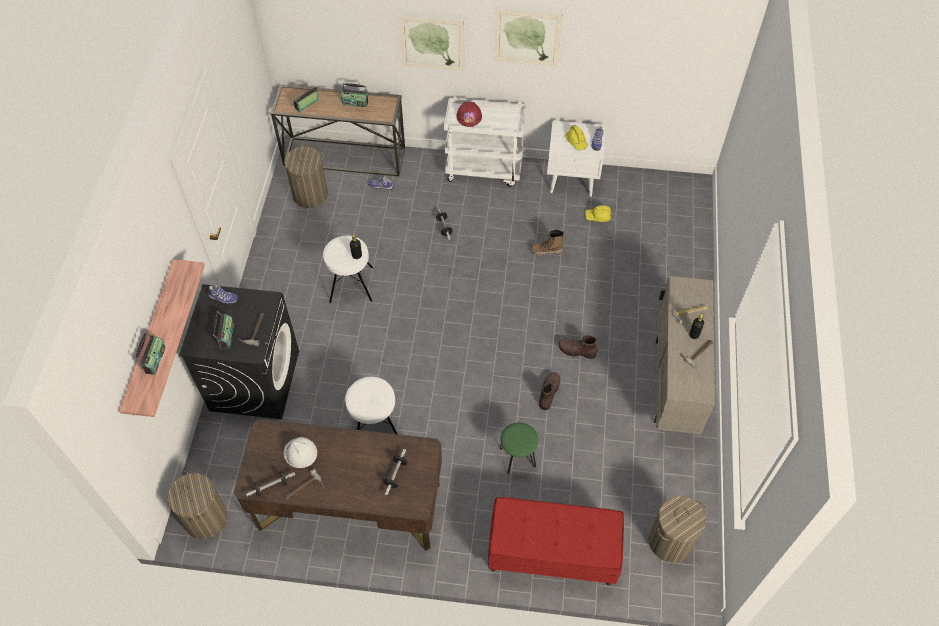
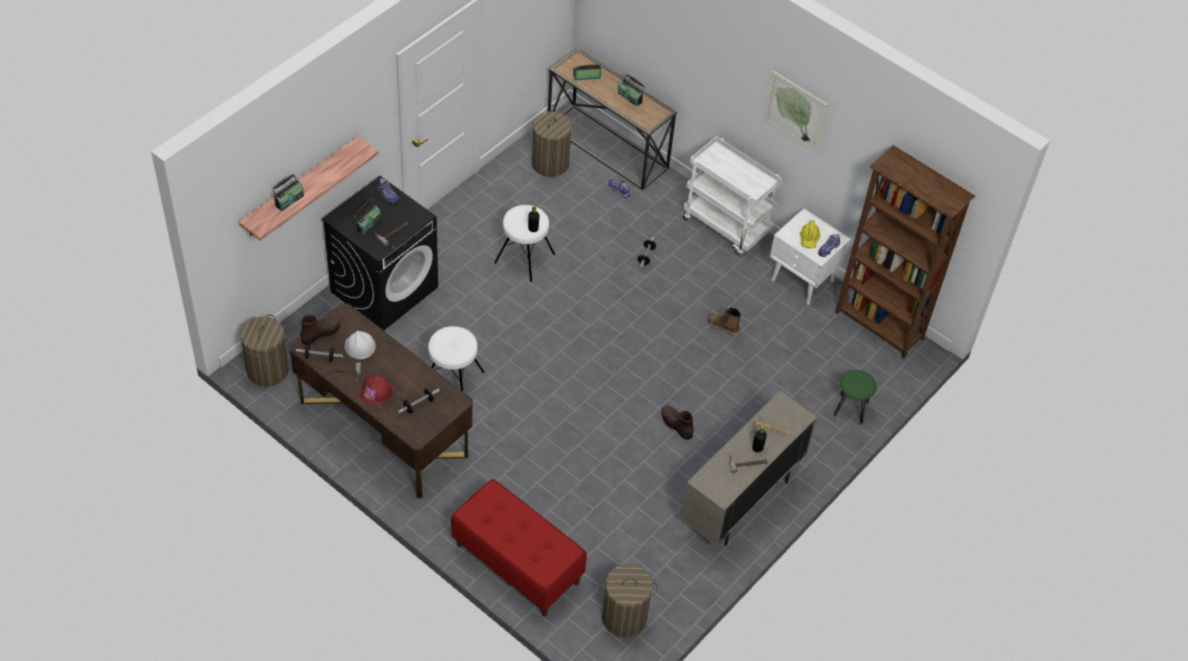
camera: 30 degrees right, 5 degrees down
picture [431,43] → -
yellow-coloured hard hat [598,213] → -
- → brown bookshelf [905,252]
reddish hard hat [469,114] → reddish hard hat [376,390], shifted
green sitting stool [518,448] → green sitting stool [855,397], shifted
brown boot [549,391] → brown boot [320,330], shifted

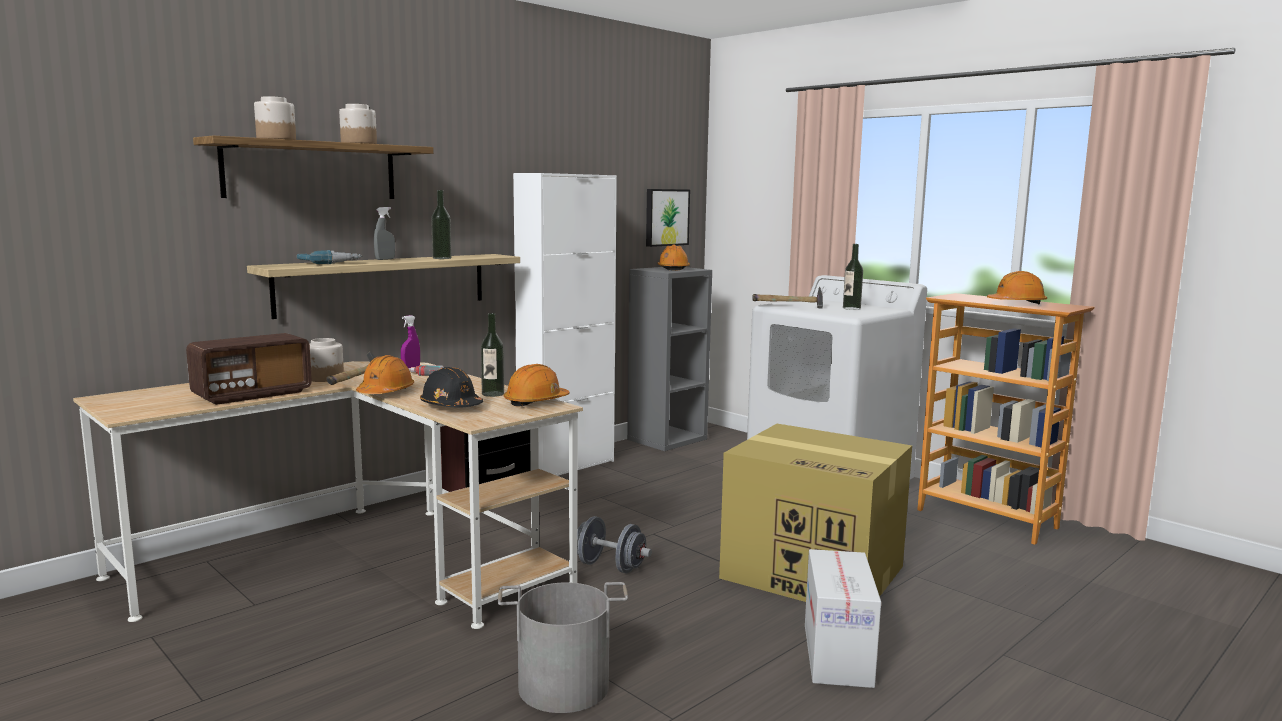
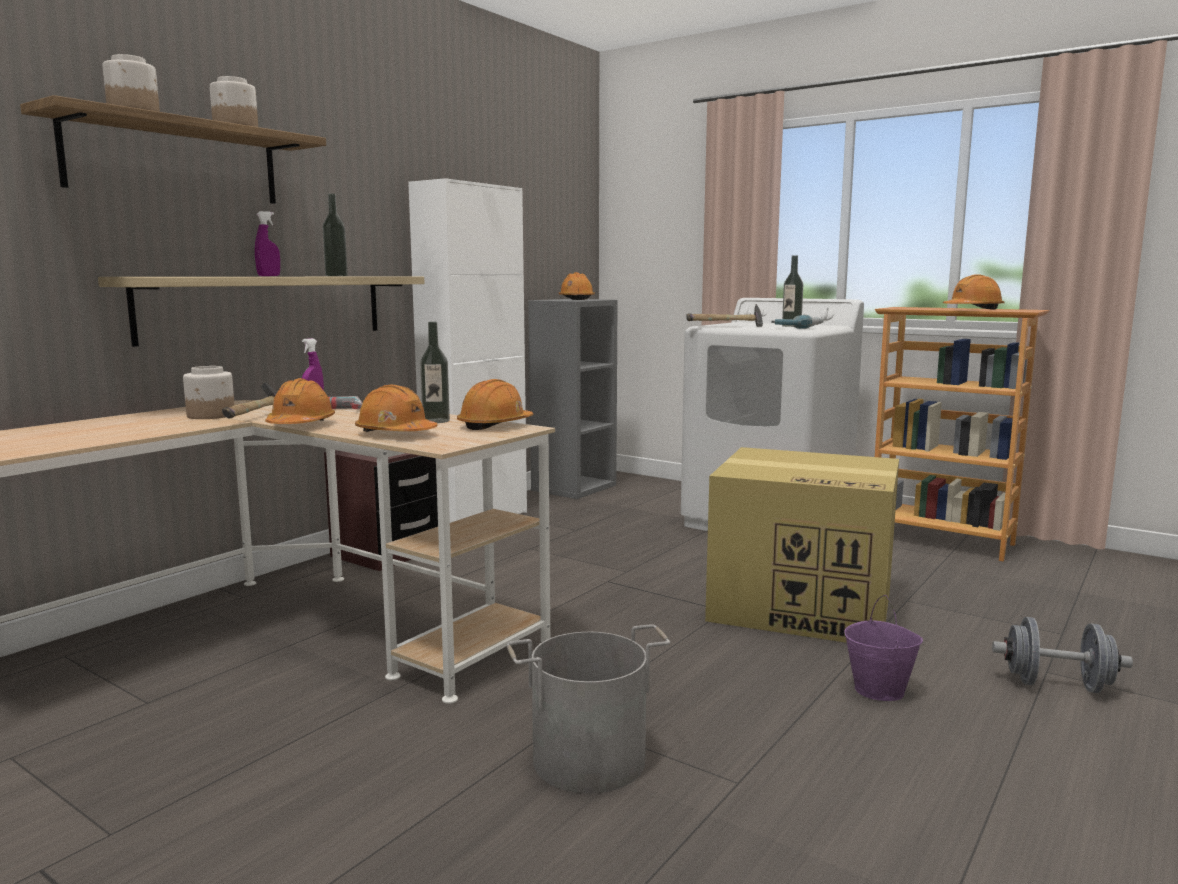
camera: 10 degrees left, 0 degrees up
radio receiver [249,369] → -
picture [668,218] → -
power drill [329,257] → power drill [797,322], shifted
greyish dumbbell [614,544] → greyish dumbbell [1062,655], shifted
cardboard box [843,618] → purplish pail [883,648]
greyish spray bottle [384,233] → purplish spray bottle [267,243]
blackish hard hat [451,387] → orangey hard hat [396,408]

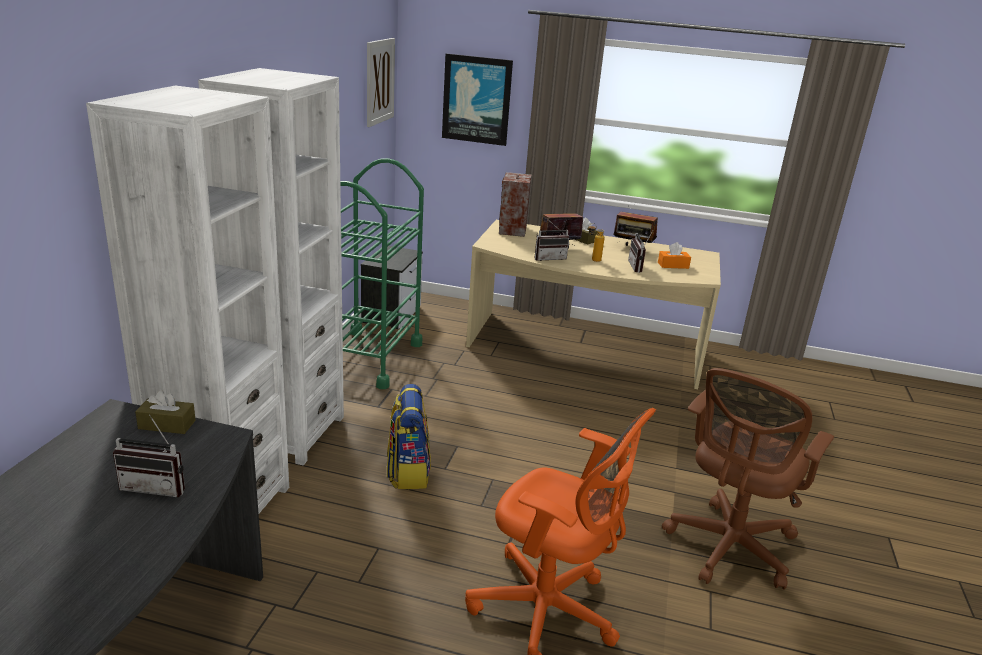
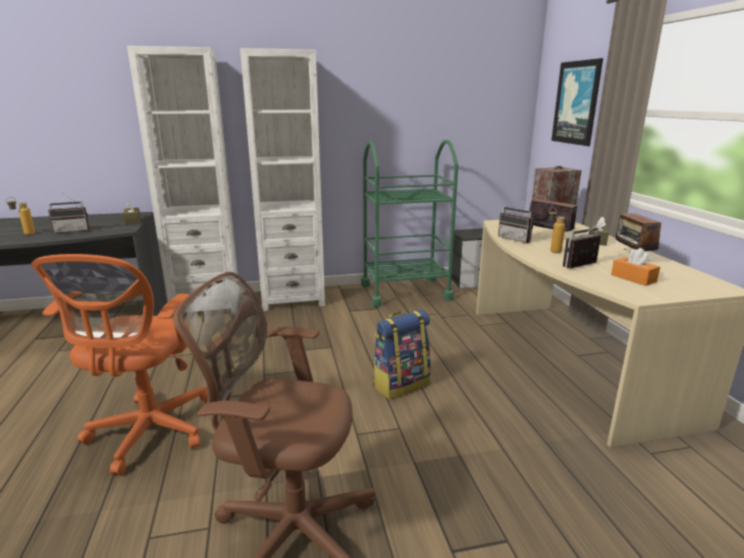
camera: 65 degrees right, 5 degrees down
picture [381,82] → -
- → drink bottle [20,216]
backpack [409,436] → backpack [402,355], shifted
radio receiver [149,456] → radio receiver [69,213], 90 degrees counterclockwise

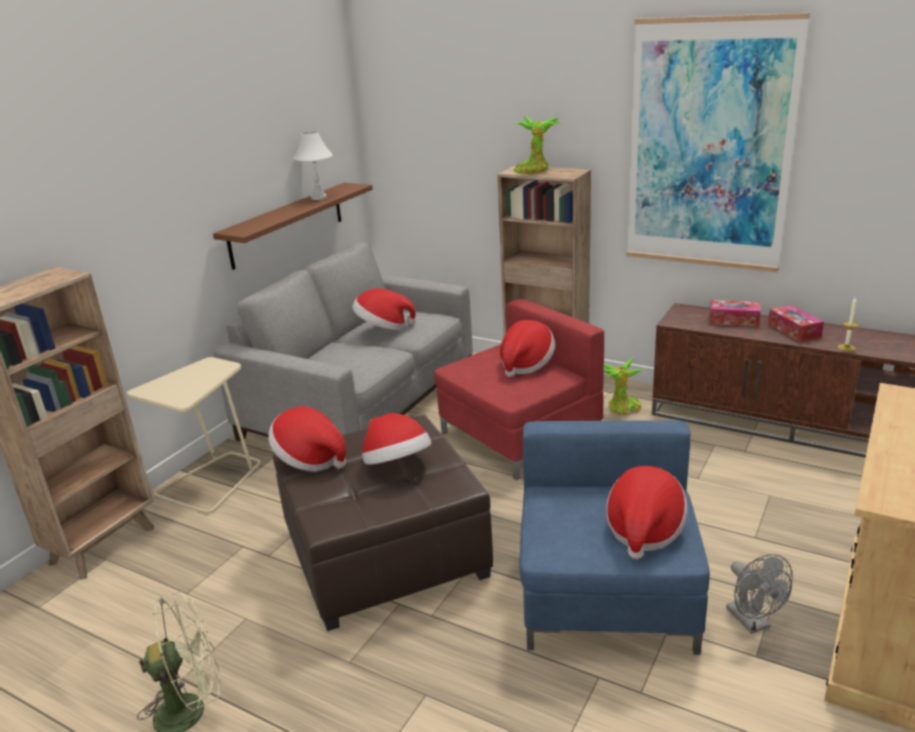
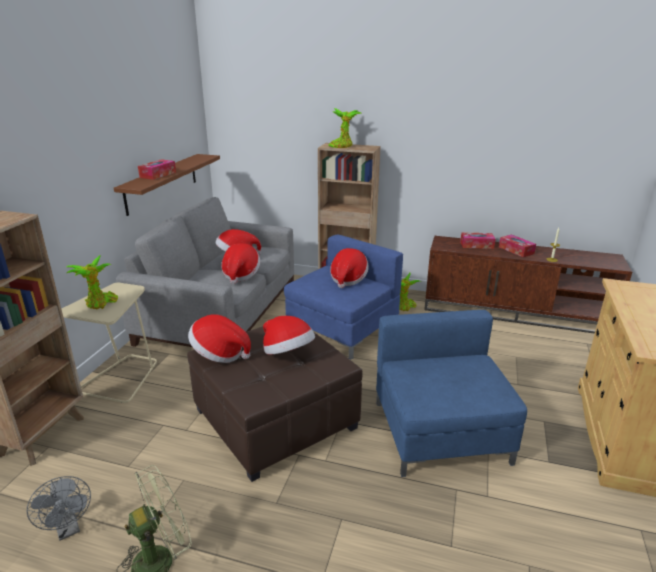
camera: 15 degrees left, 0 degrees up
white-coloured table lamp [313,165] → -
picture [718,142] → -
- → plant in a pot [92,282]
- → tissue holder [157,169]
clothing hat [647,512] → clothing hat [240,263], shifted
greyish fan [759,594] → greyish fan [59,508], shifted
reddish lounge chair [519,389] → bluish lounge chair [343,297]

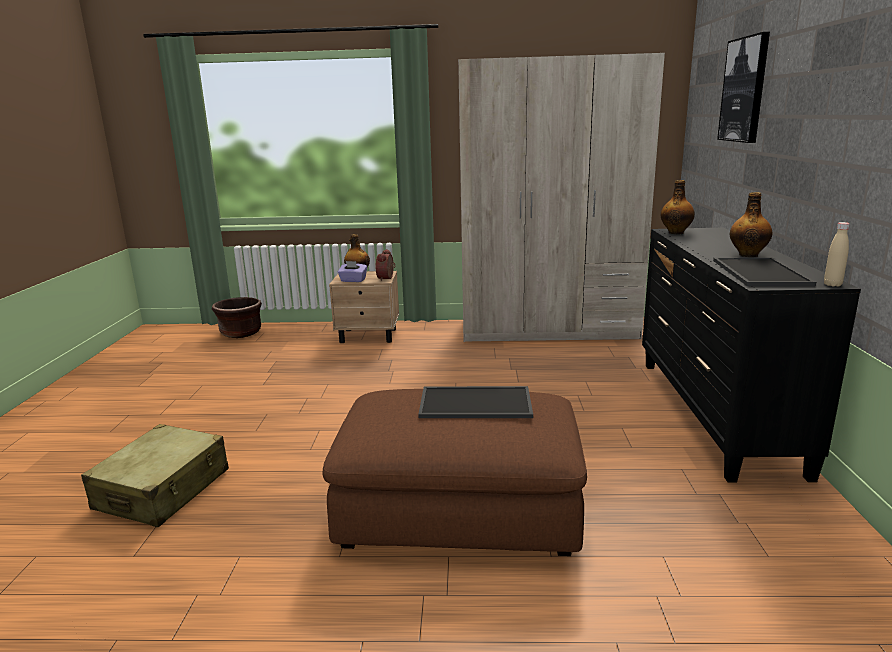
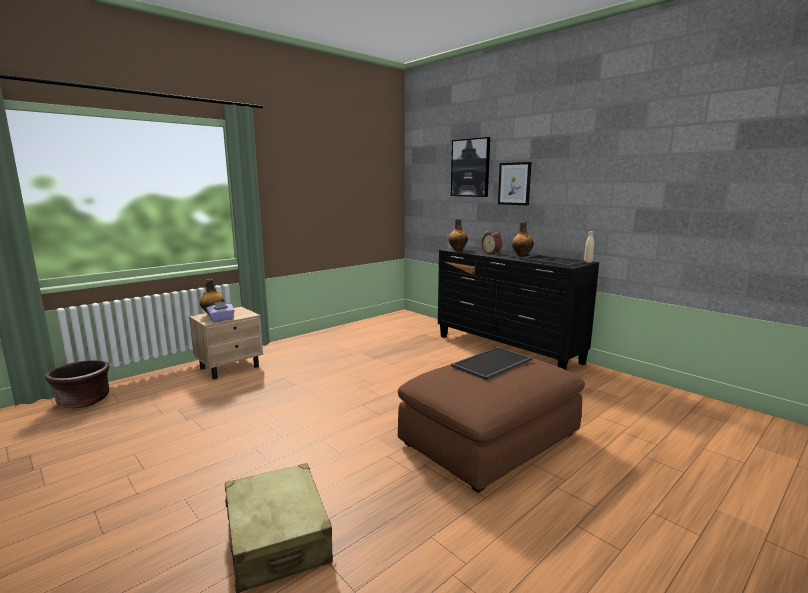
camera: 45 degrees left, 5 degrees down
beige wardrobe [561,197] → -
- → picture [515,184]
table clock [385,265] → table clock [492,242], shifted

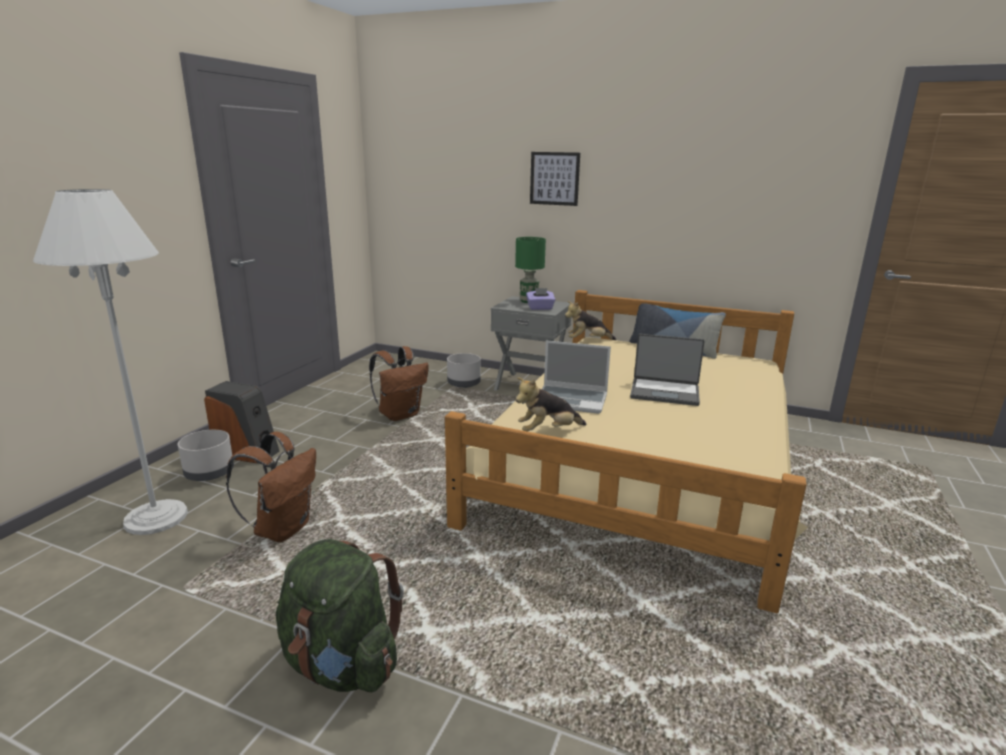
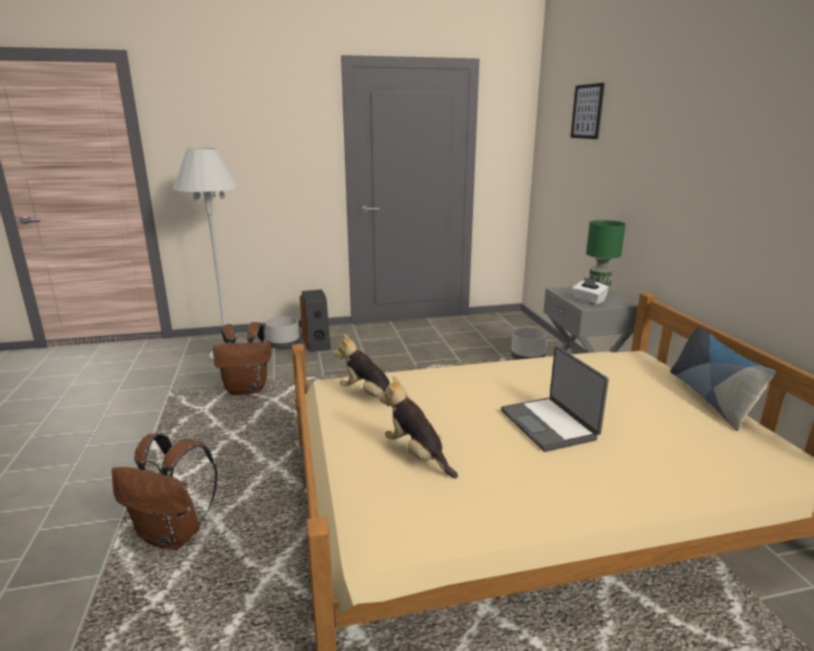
camera: 55 degrees right, 0 degrees up
green backpack [340,615] → -
laptop [576,377] → -
brown backpack [399,383] → brown backpack [164,491], shifted
picture [555,179] → picture [587,111], shifted
cuddly toy [590,320] → cuddly toy [418,427], shifted
purplish tissue holder [540,299] → white-coloured tissue holder [590,291]

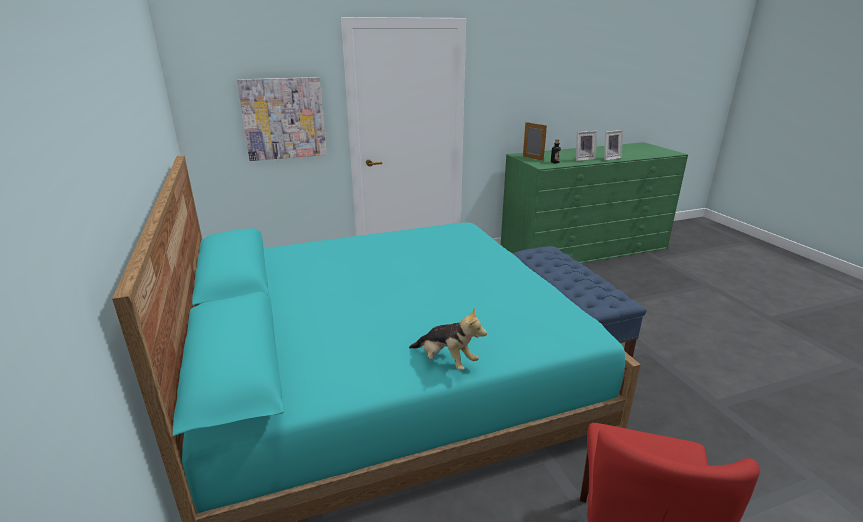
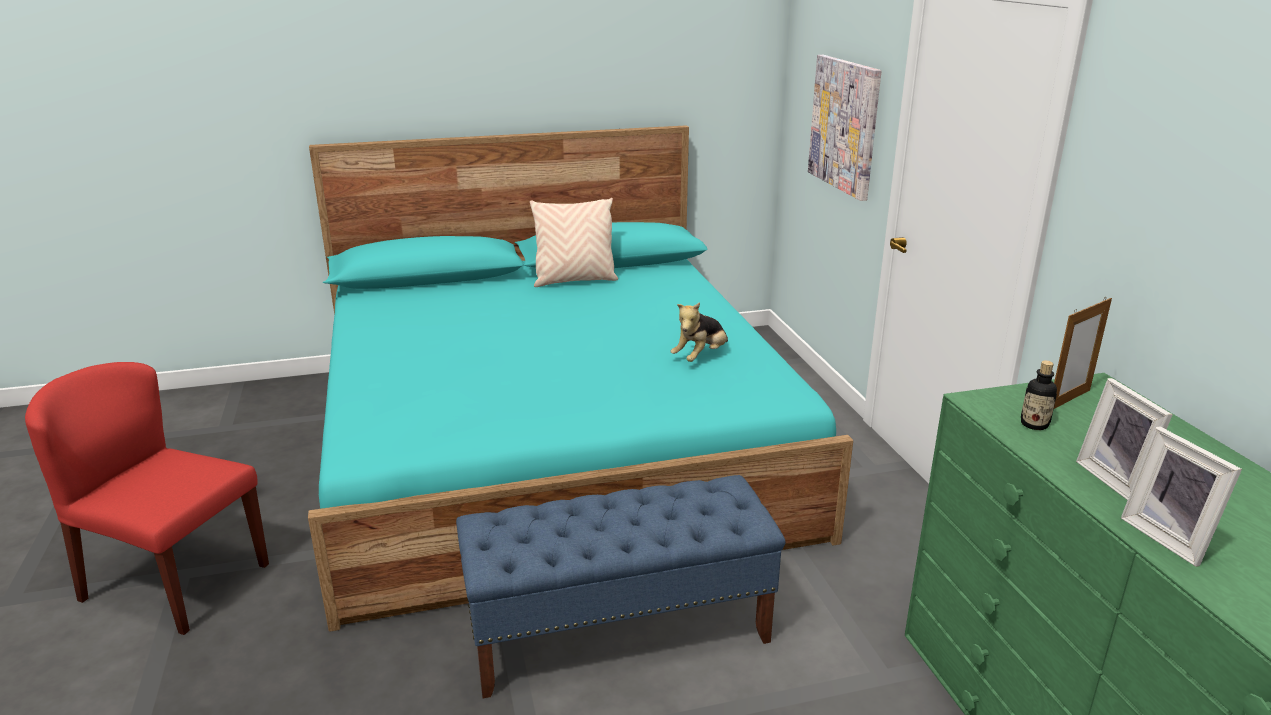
camera: 95 degrees right, 0 degrees up
- → beige pillow [574,242]
cuddly toy [448,339] → cuddly toy [699,332], shifted

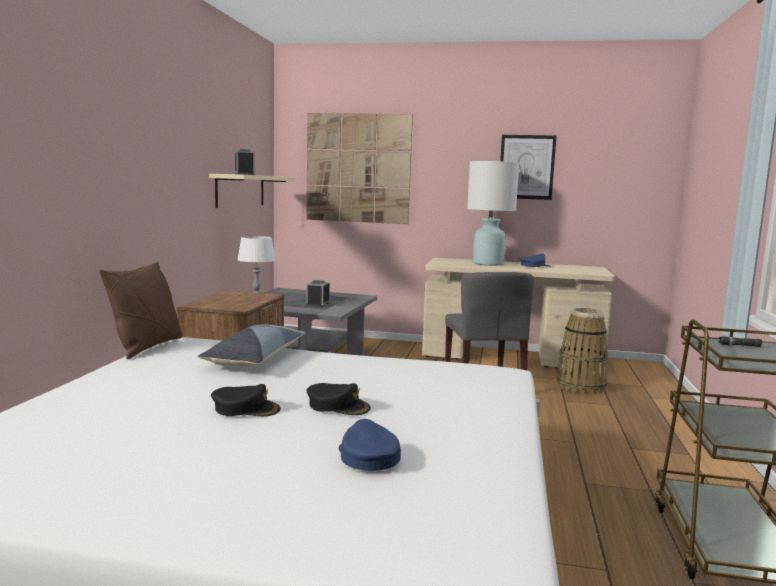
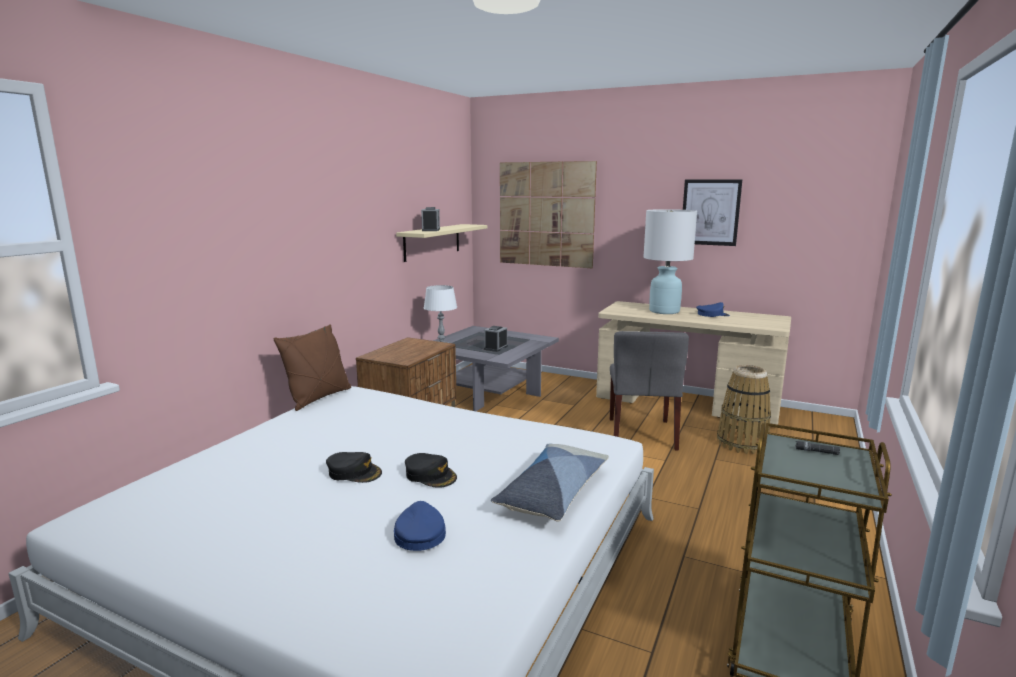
camera: 15 degrees right, 5 degrees up
pillow [251,345] → pillow [550,483], shifted

